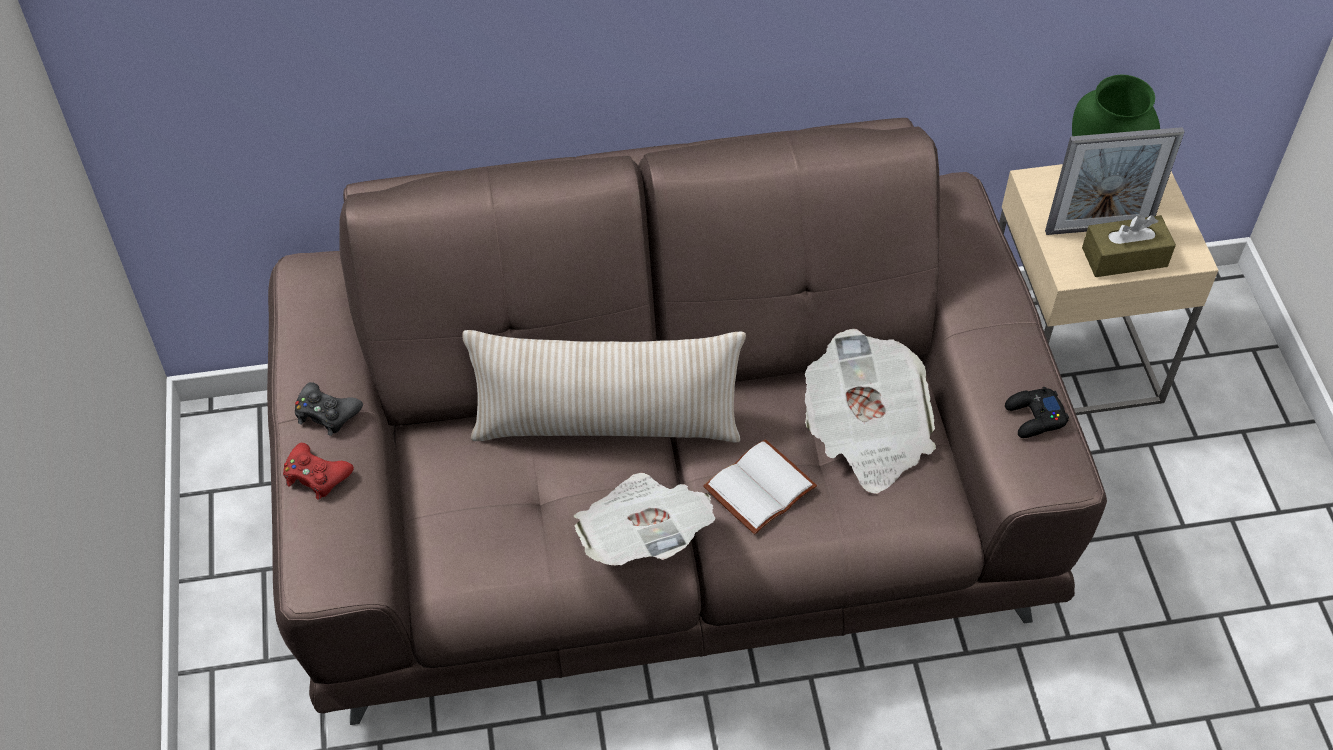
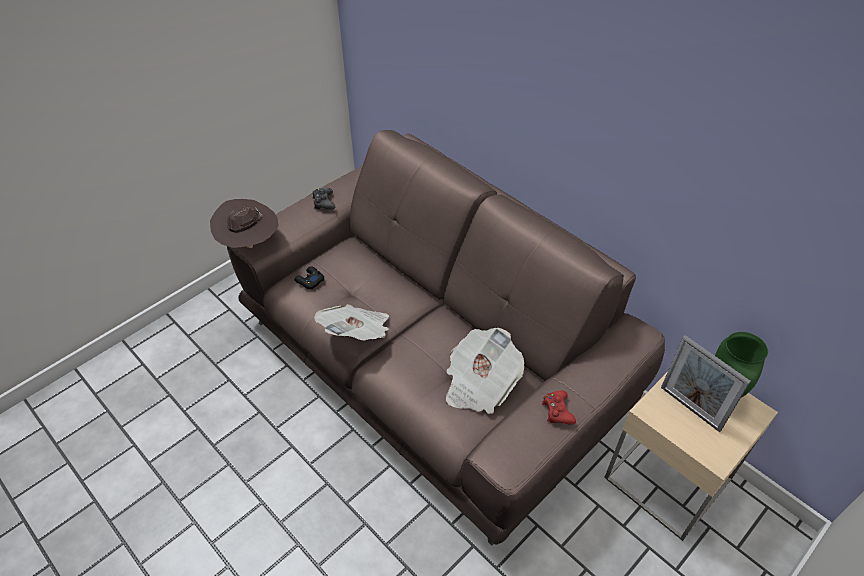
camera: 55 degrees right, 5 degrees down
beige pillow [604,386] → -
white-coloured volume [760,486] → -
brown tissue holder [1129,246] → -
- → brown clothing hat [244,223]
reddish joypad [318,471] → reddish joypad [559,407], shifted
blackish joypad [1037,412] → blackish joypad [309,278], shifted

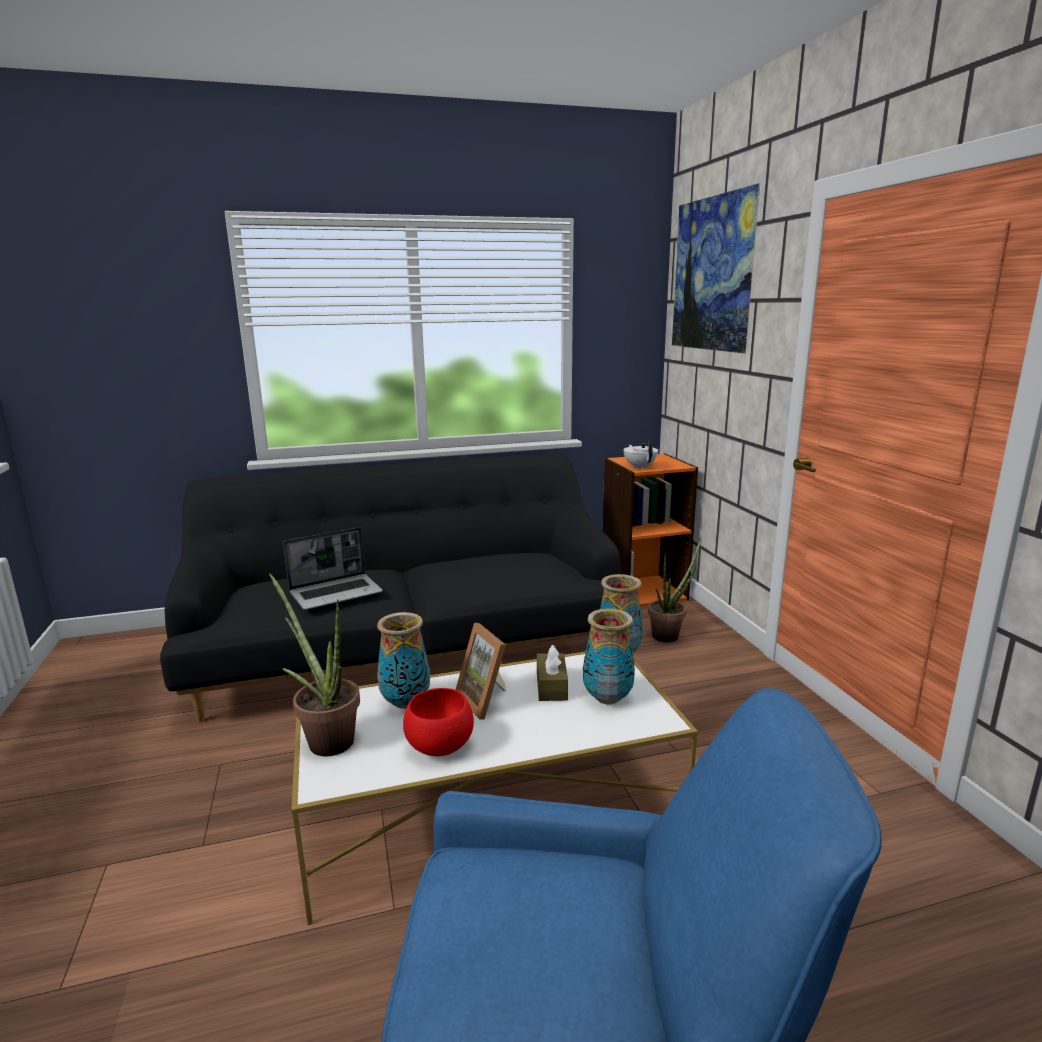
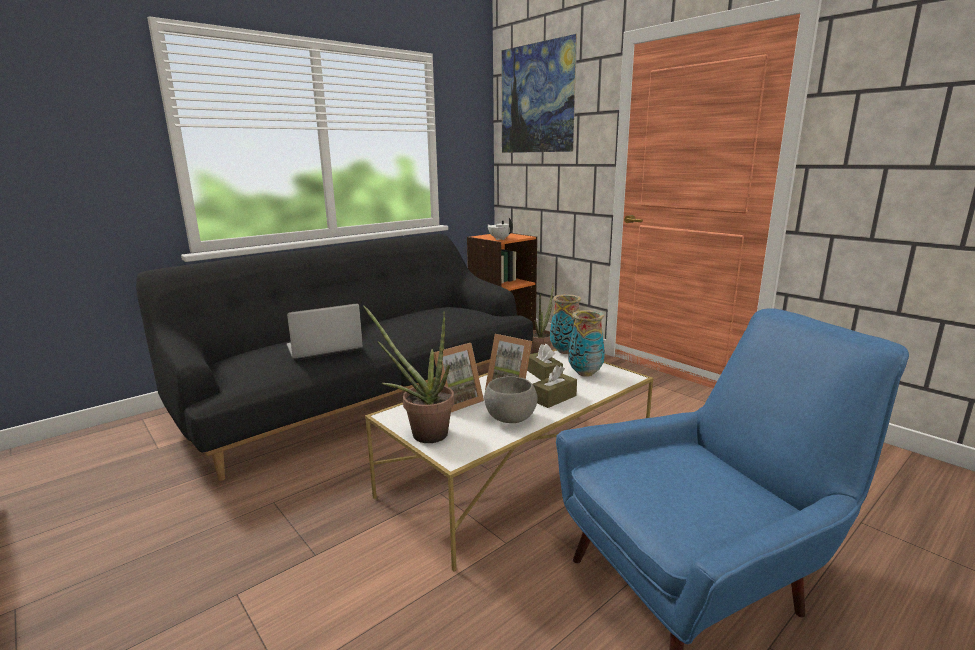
camera: 25 degrees left, 0 degrees up
- → brown tissue holder [555,386]
vase [403,660] → picture frame [459,377]
reddish bowl [438,722] → greyish bowl [510,399]
laptop [333,568] → laptop [325,331], 150 degrees counterclockwise

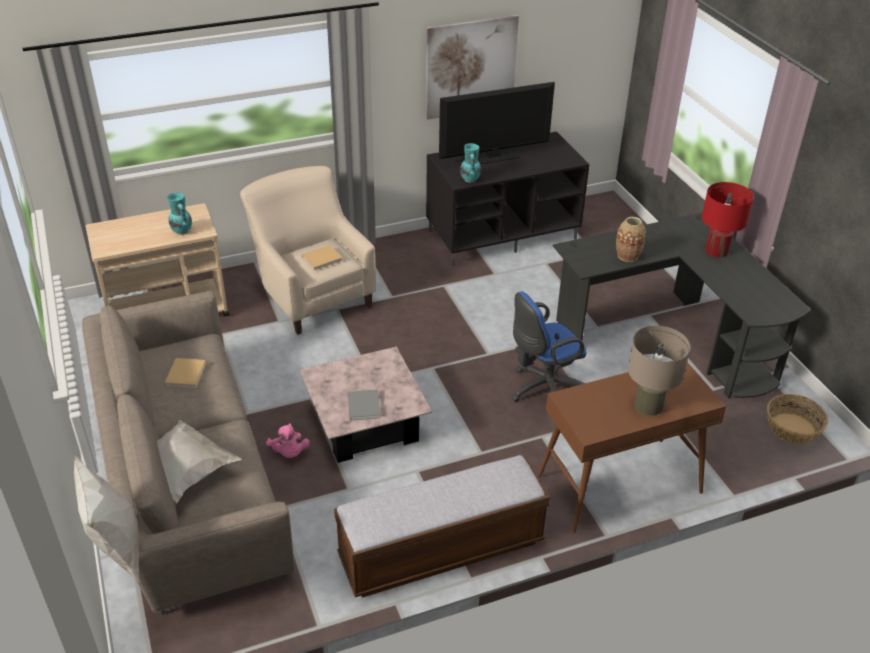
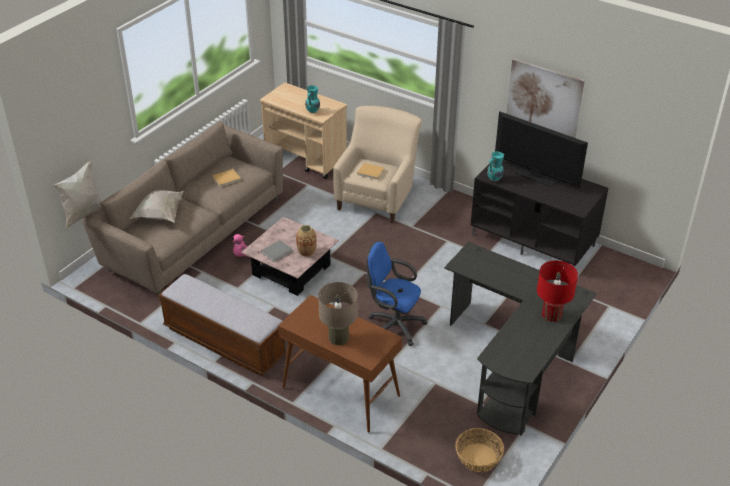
camera: 55 degrees right, 0 degrees up
vase [631,239] → vase [306,241], shifted

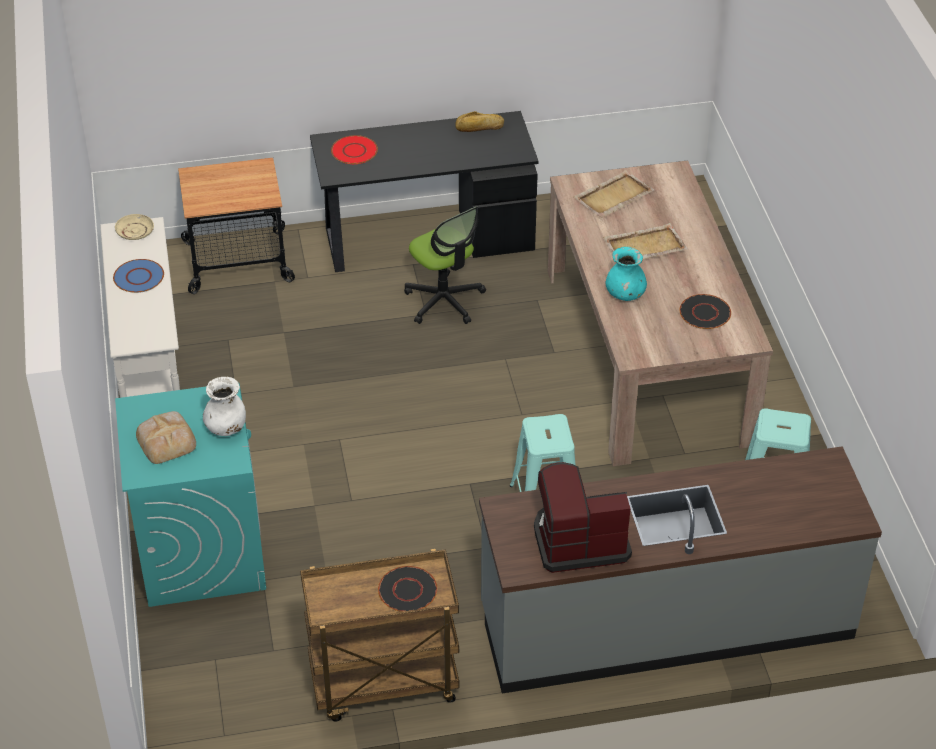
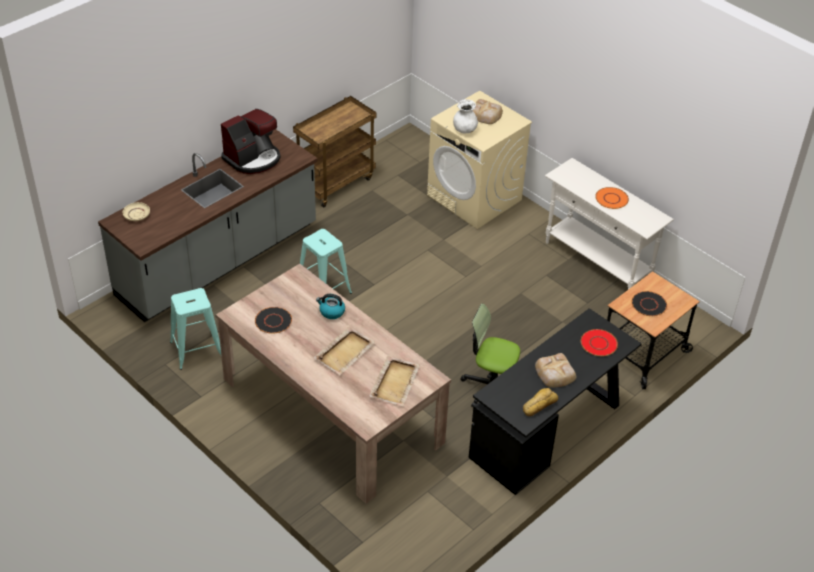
camera: 145 degrees right, 0 degrees up
- → baked bread [555,370]
beige flat dish [134,227] → beige flat dish [136,211], shifted
blackish flat dish [407,589] → blackish flat dish [649,303], shifted
turquoise vase [626,274] → kettle [330,306]
bluish flat dish [138,276] → orangey flat dish [612,198]
turquoise washing machine [190,495] → beige washing machine [479,160]

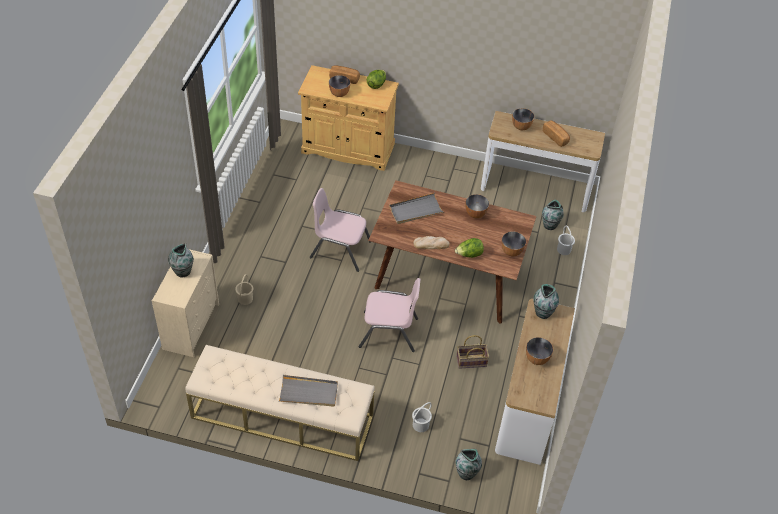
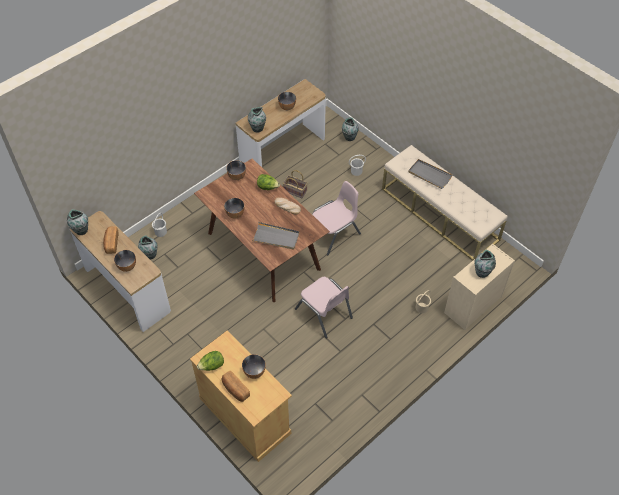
camera: 145 degrees left, 5 degrees up
- → vase [77,222]
pink upright chair [389,315] → pink upright chair [336,218], 105 degrees clockwise

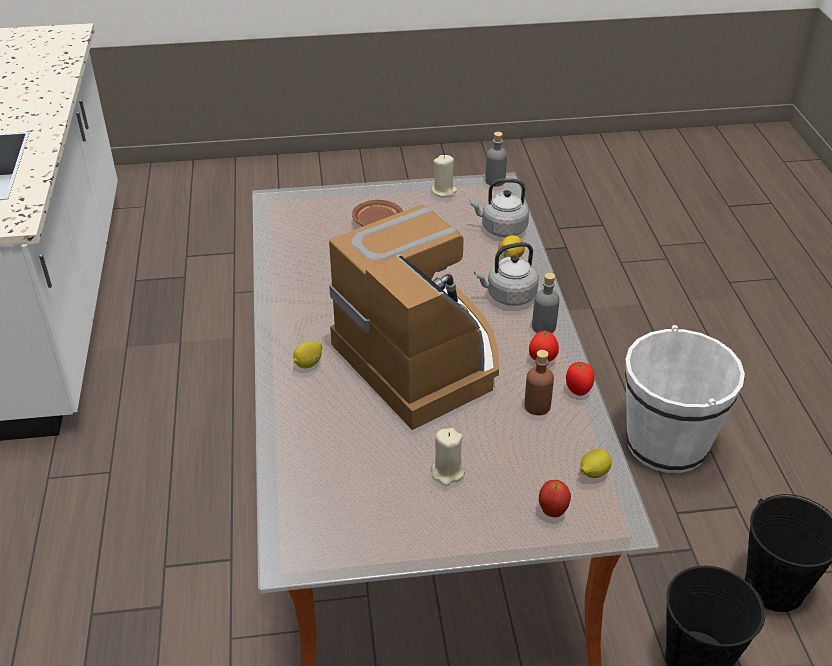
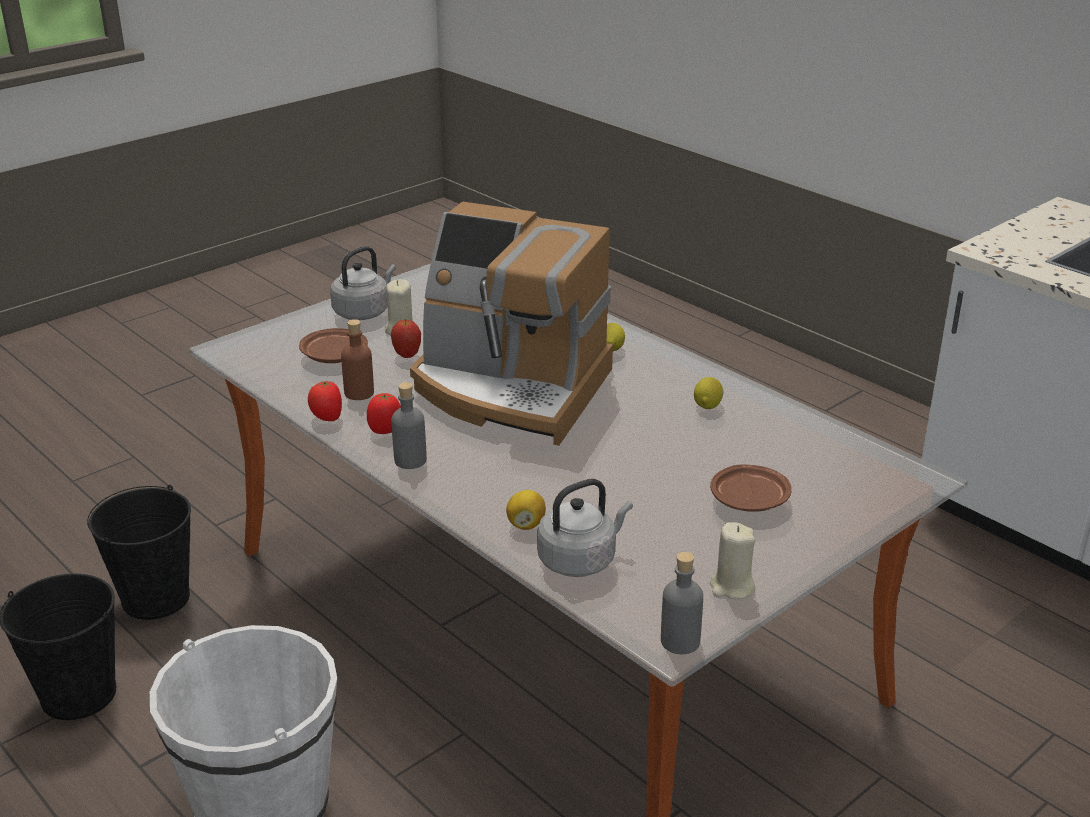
camera: 145 degrees right, 10 degrees down
- → brown flat dish [333,345]
greyish kettle [506,274] → greyish kettle [363,283], shifted
whole apple [555,498] → whole apple [406,338], shifted
whole lemon [596,463] → whole lemon [708,393], shifted

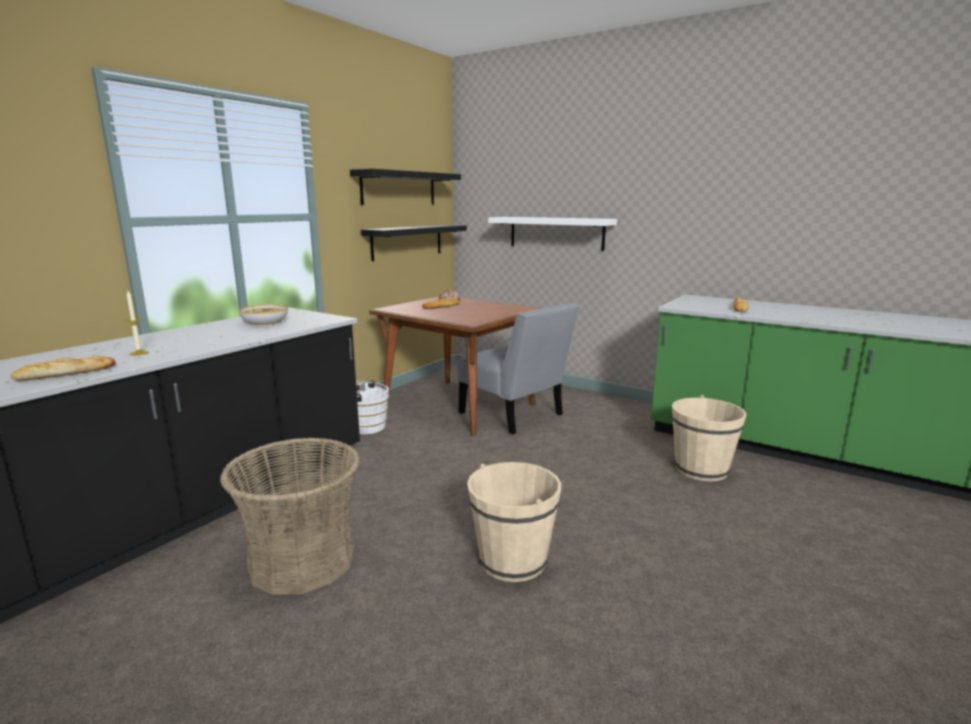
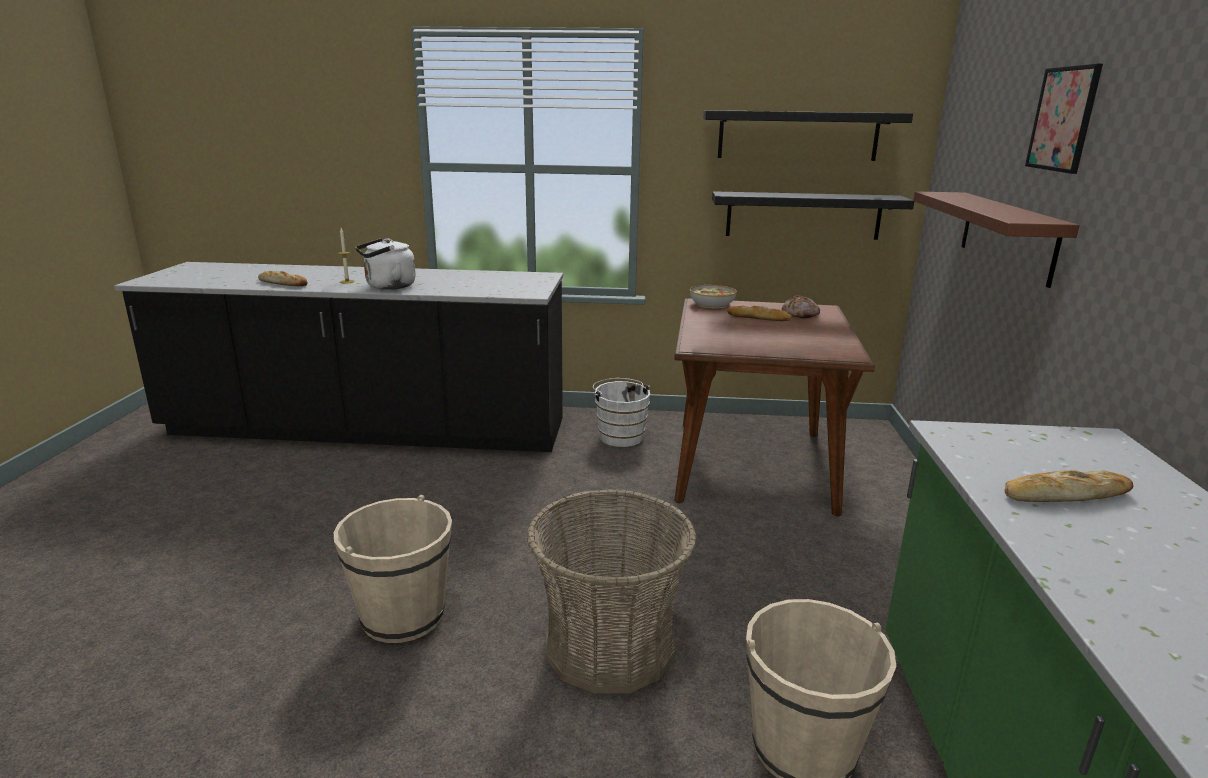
camera: 60 degrees right, 5 degrees up
greyish upright chair [518,369] → -
- → white-coloured kettle [385,264]
- → picture [1064,119]
basket [290,516] → basket [612,591], shifted
bowl [263,315] → bowl [713,296], shifted
white-coloured bracket shelf [552,234] → brown bracket shelf [996,239]

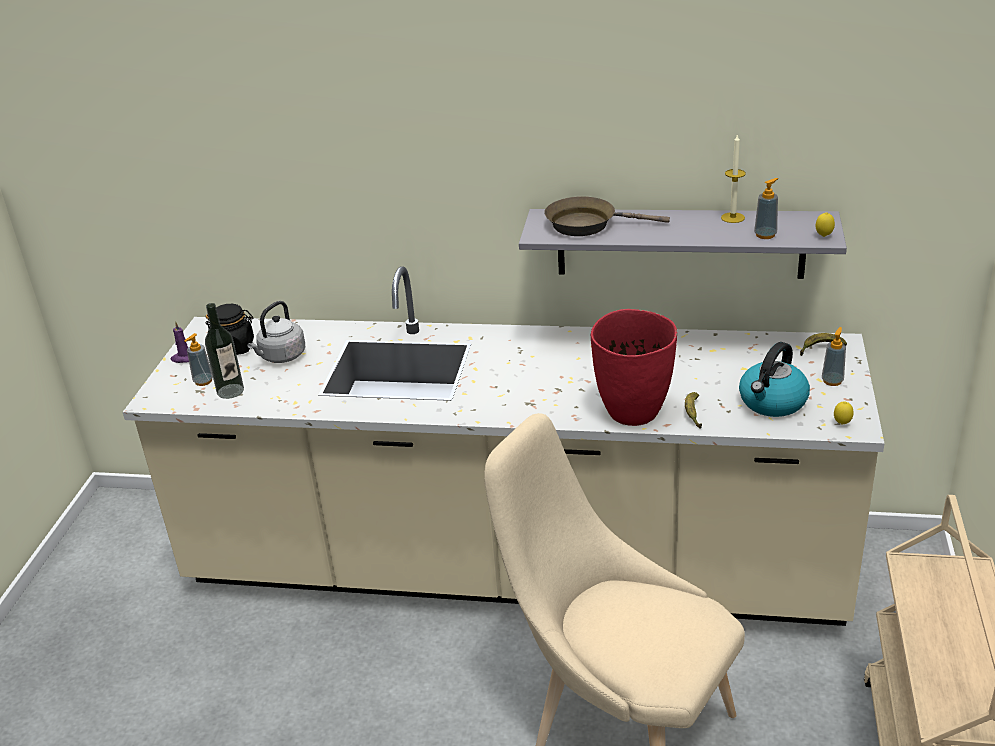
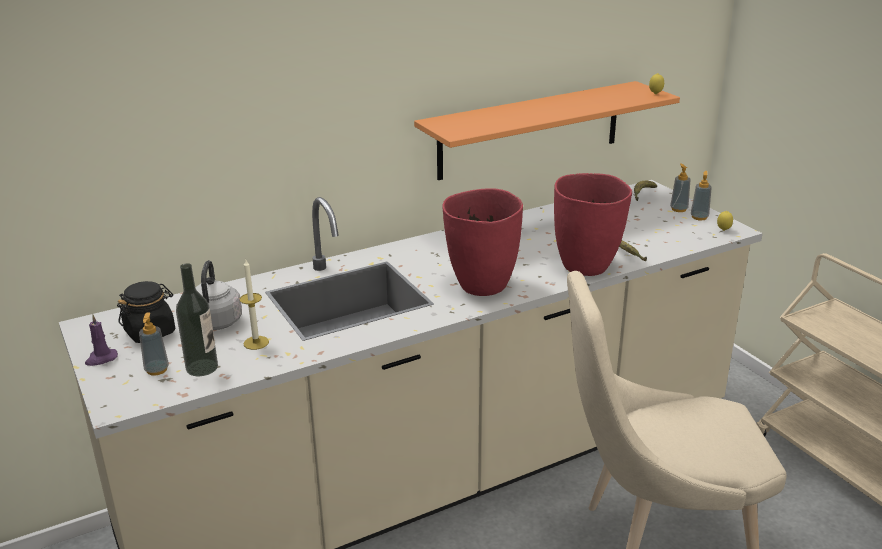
camera: 40 degrees left, 5 degrees down
brown frying pan [607,216] → -
kettle [774,379] → -
- → reddish vase [482,242]
wax light [733,178] → wax light [254,305], shifted
liquid soap bottle [766,208] → liquid soap bottle [701,195], shifted
greyish bracket shelf [683,244] → orangey bracket shelf [547,130]

